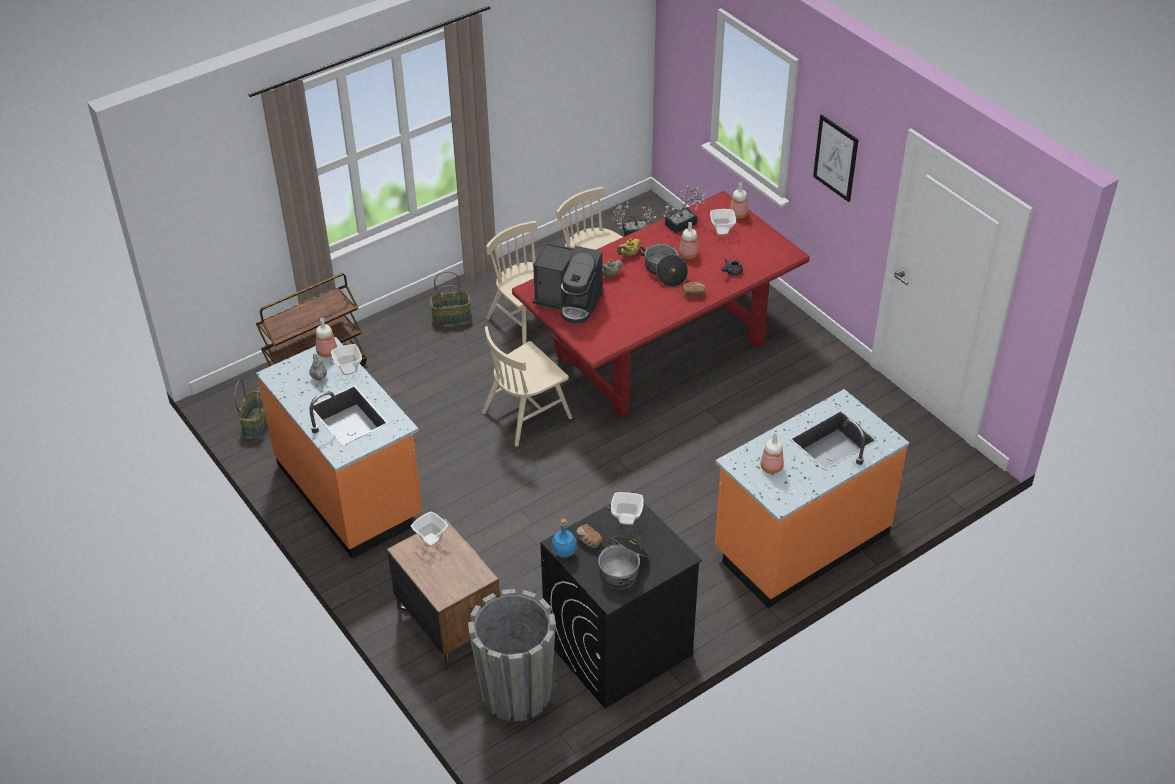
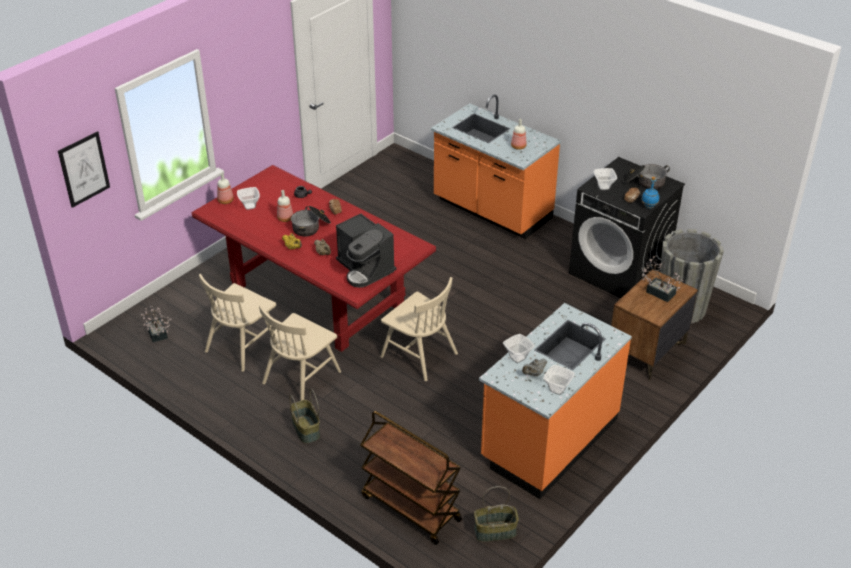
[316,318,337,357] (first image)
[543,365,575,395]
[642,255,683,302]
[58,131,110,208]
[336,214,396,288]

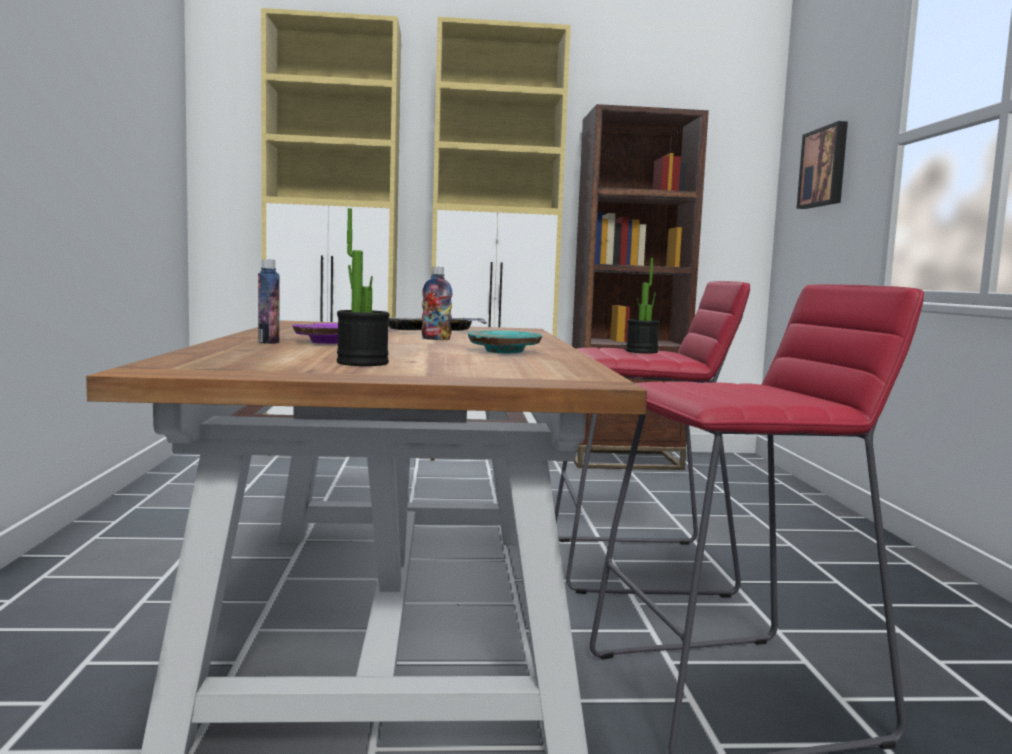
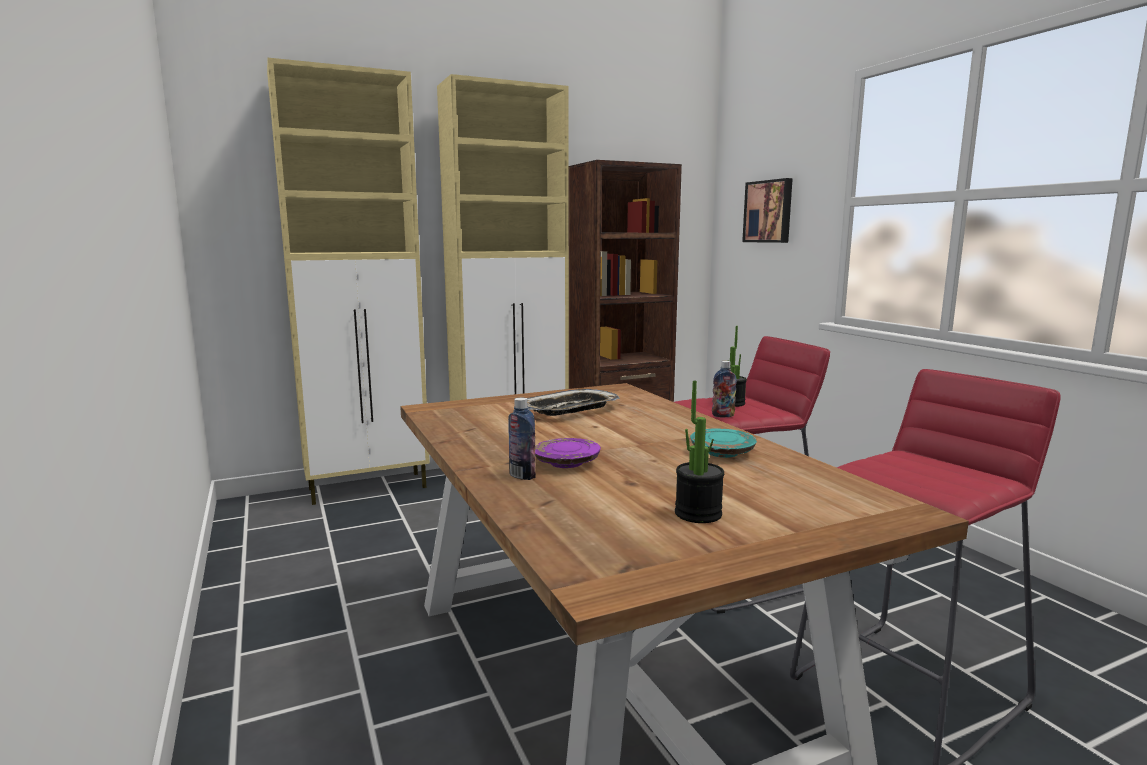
[712,361,737,417]

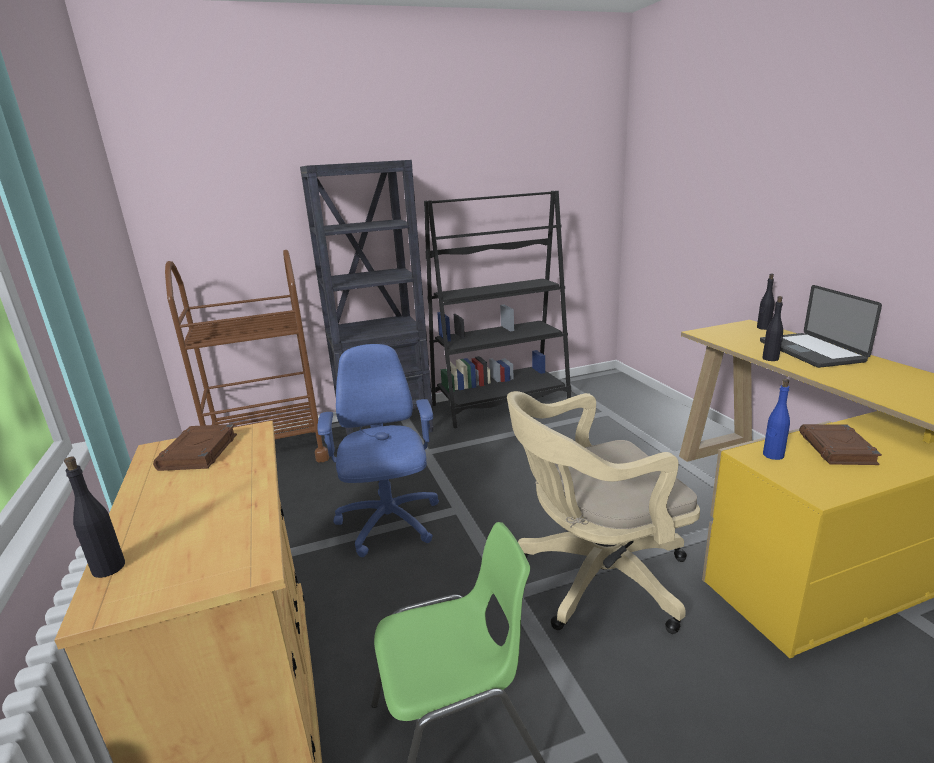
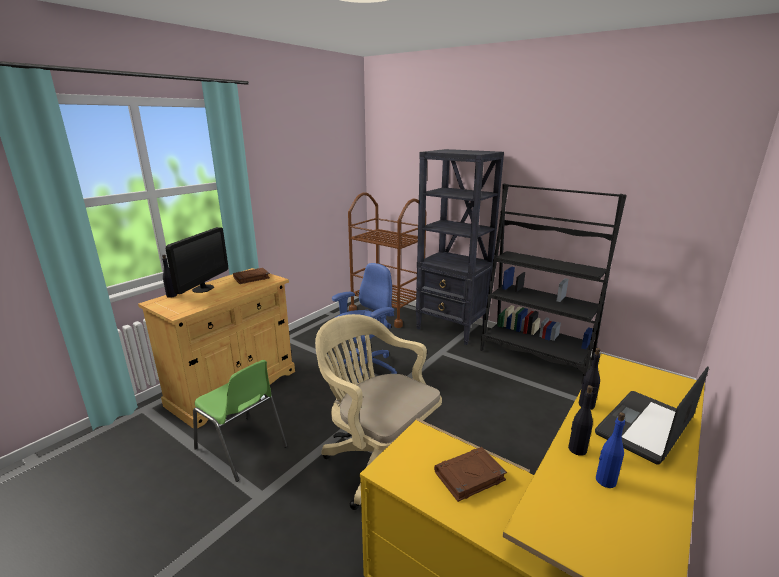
[166,227,228,294]
[568,385,593,456]
[596,412,625,488]

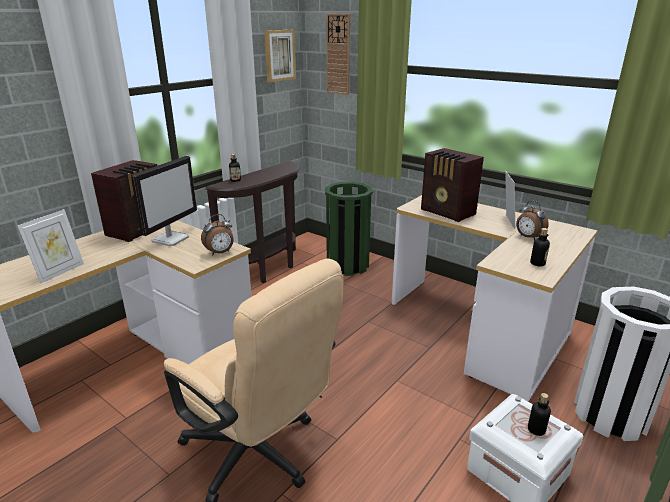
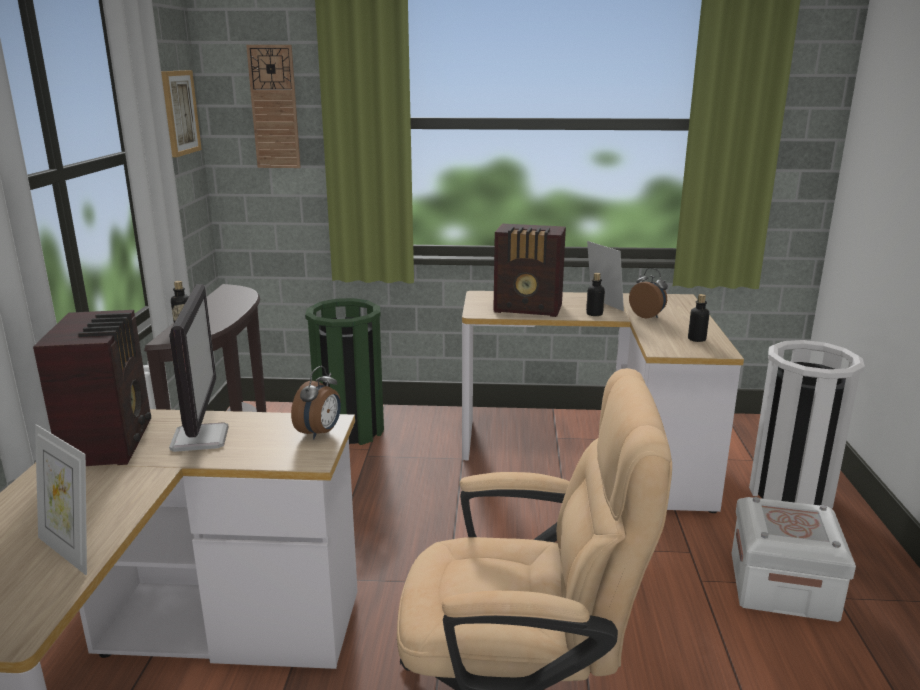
[586,273,605,316]
[35,424,87,575]
[629,268,668,318]

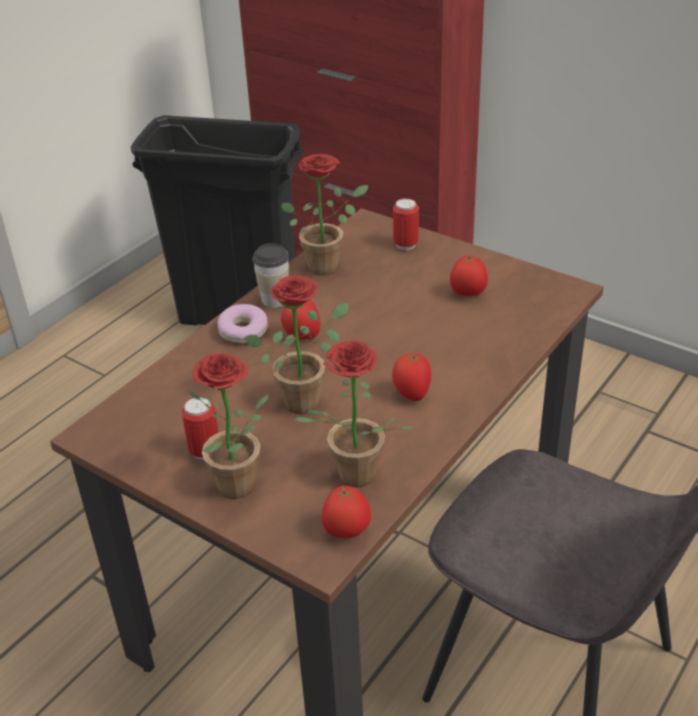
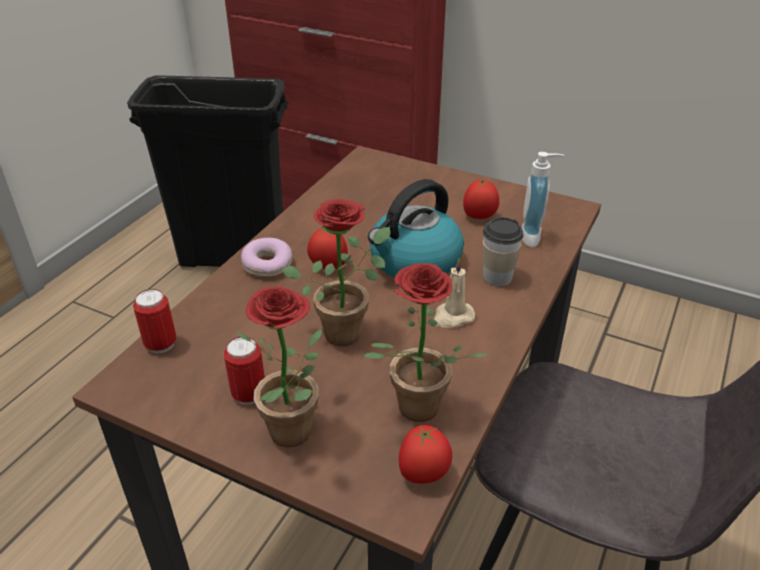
[281,154,369,276] (first image)
[368,179,464,278]
[522,152,564,247]
[483,217,523,286]
[133,289,176,353]
[434,258,475,328]

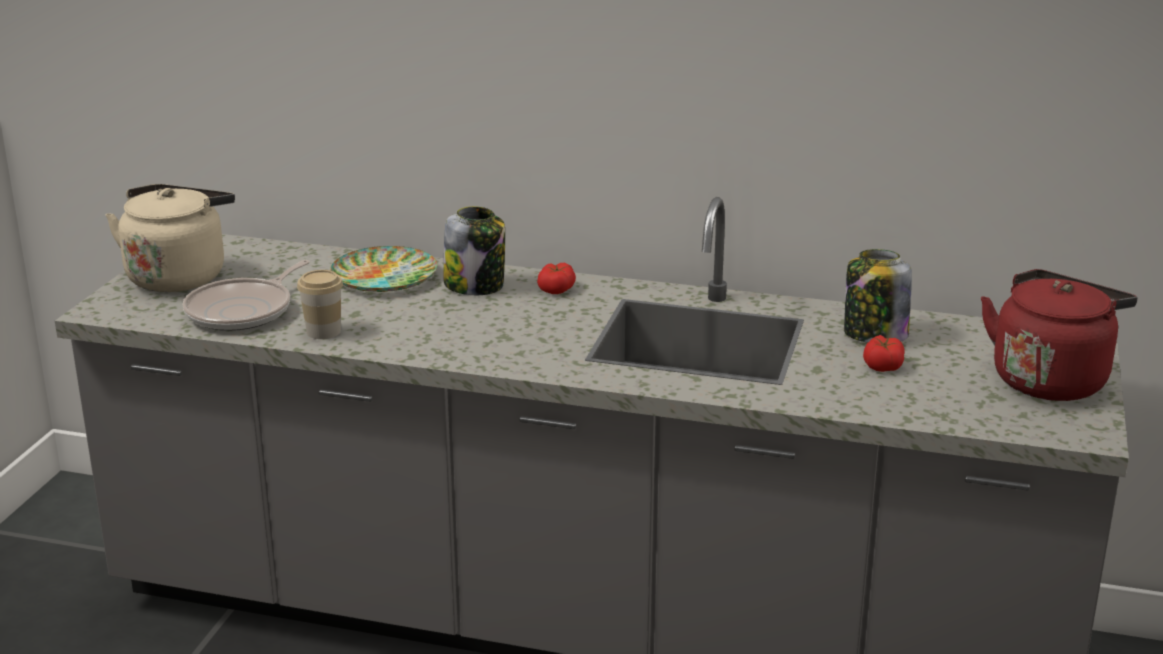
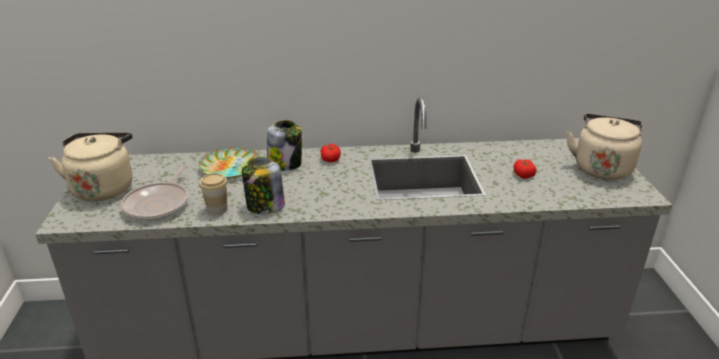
[242,157,285,214]
[567,114,643,180]

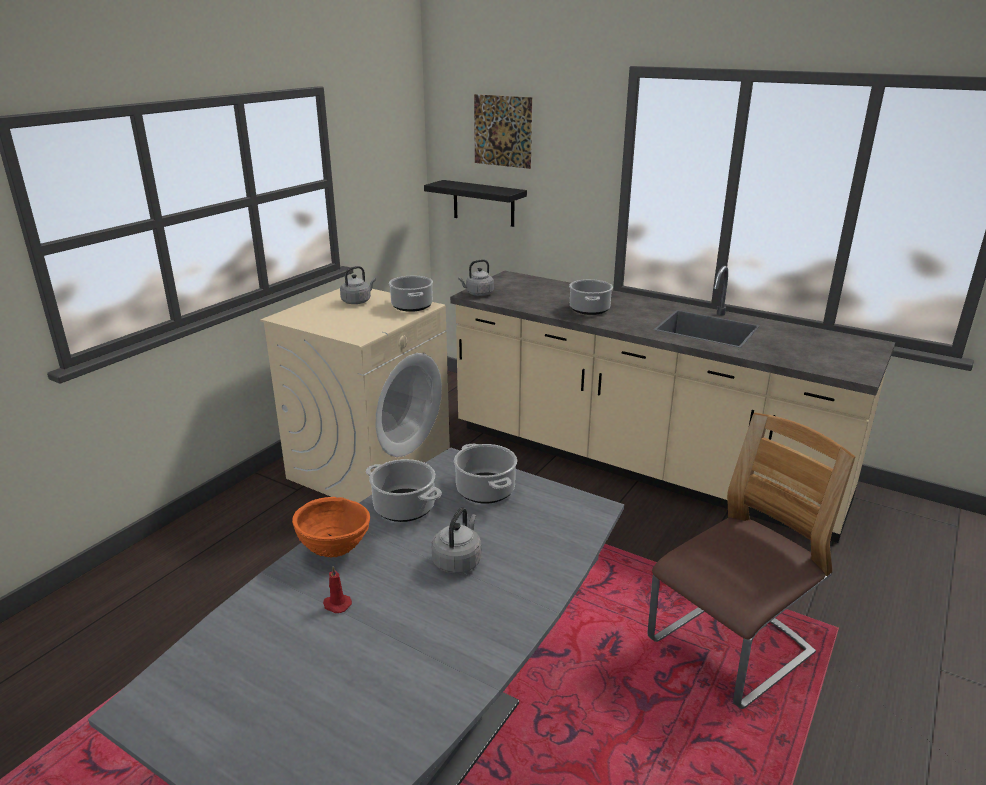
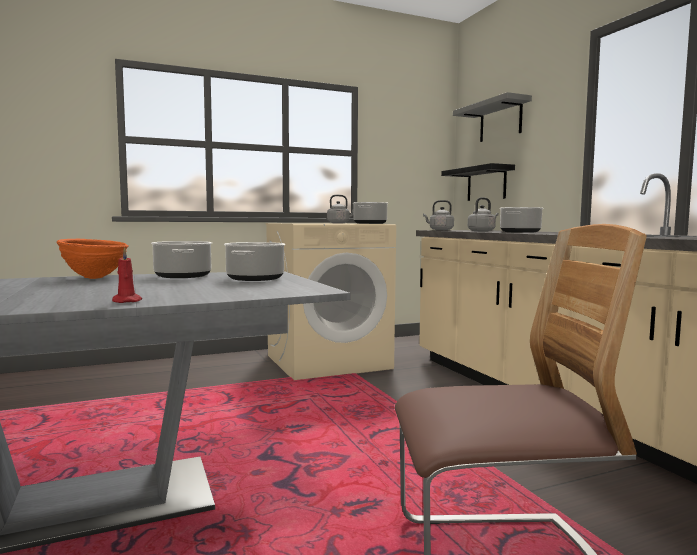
[112,247,142,303]
[468,197,499,232]
[453,92,532,142]

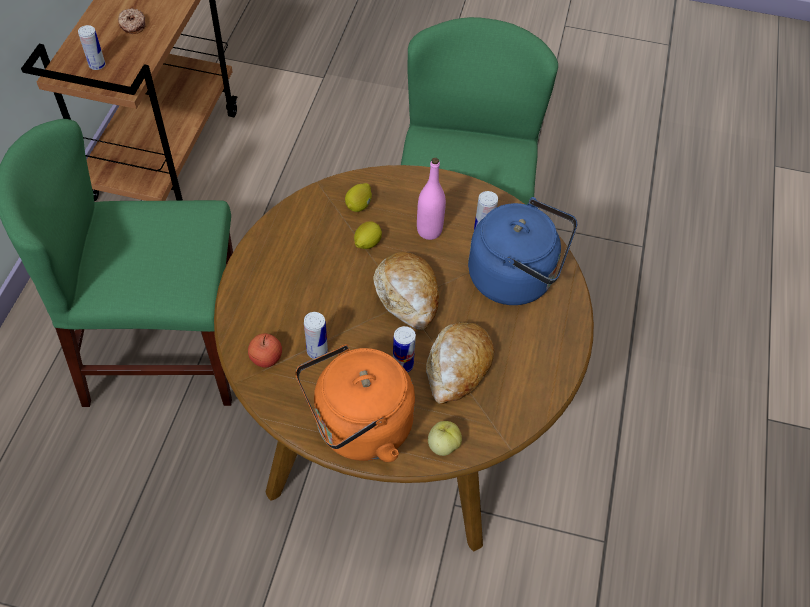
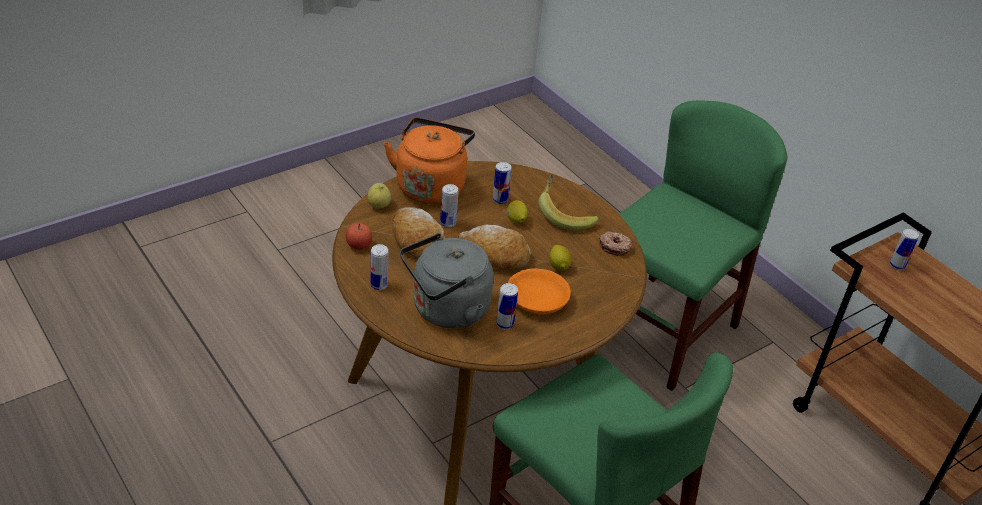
[370,244,389,290]
[539,175,599,231]
[599,232,633,256]
[346,223,372,250]
[507,200,528,223]
[508,268,571,314]
[400,233,494,328]

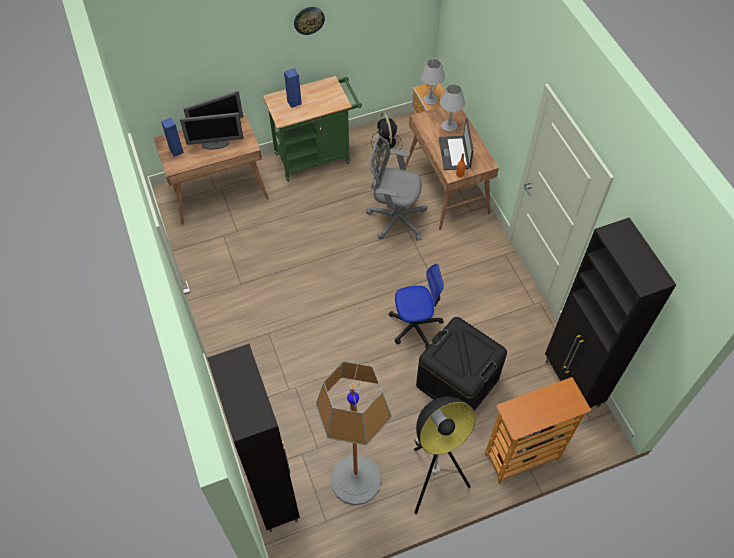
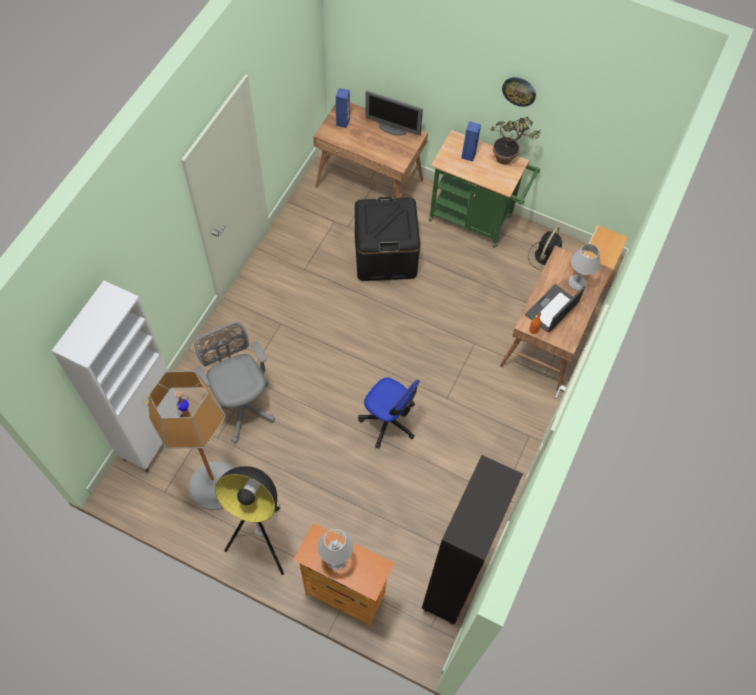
[180,113,243,149] (first image)
[491,117,542,165]
[194,321,275,444]
[355,197,420,281]
[317,529,354,570]
[52,281,183,472]

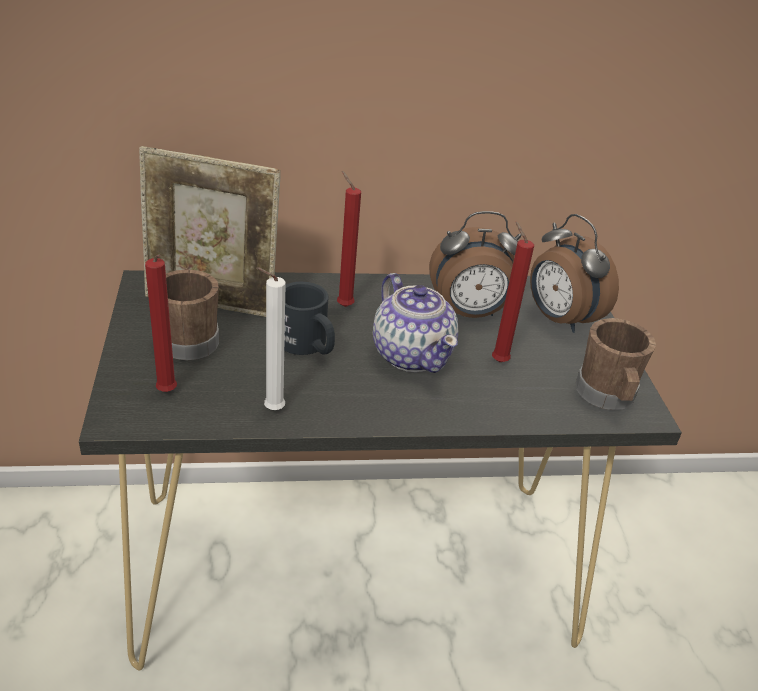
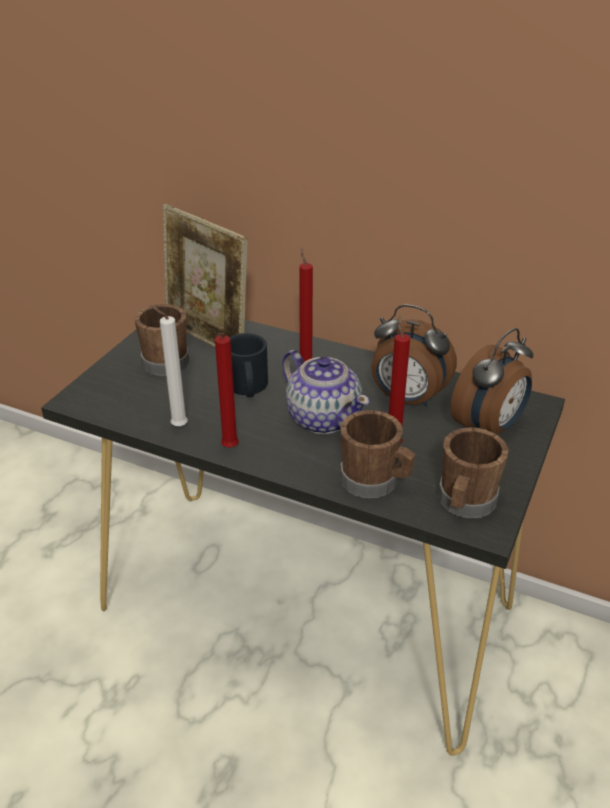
[340,410,416,498]
[215,333,239,448]
[282,350,370,434]
[451,328,534,434]

